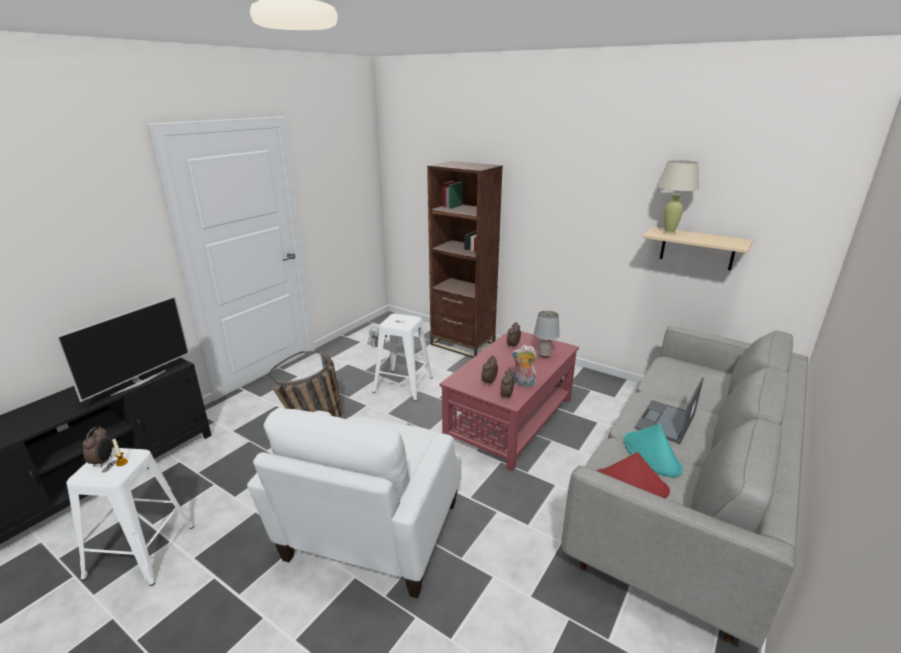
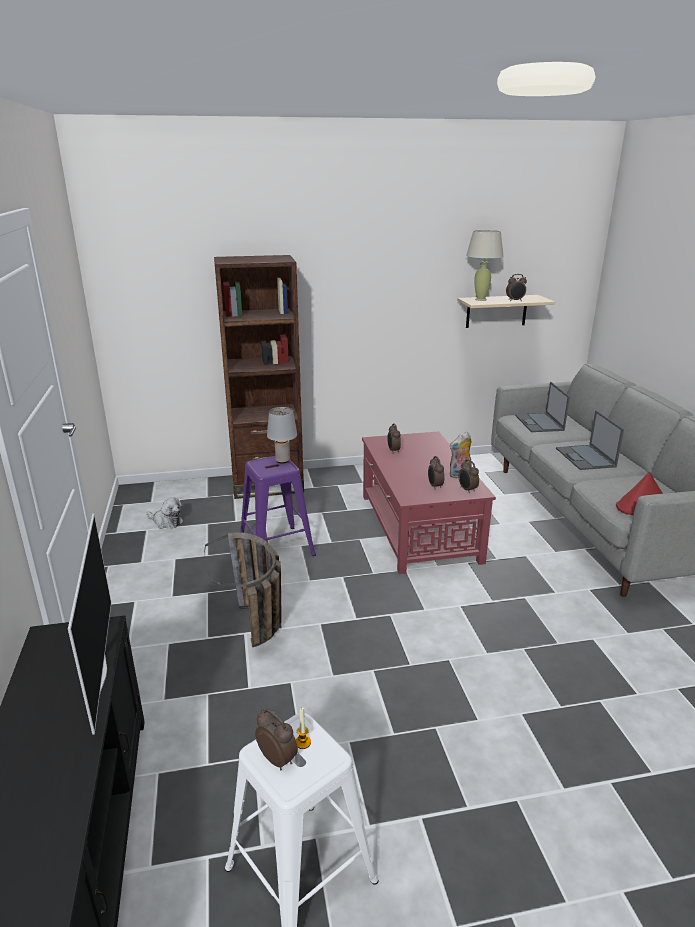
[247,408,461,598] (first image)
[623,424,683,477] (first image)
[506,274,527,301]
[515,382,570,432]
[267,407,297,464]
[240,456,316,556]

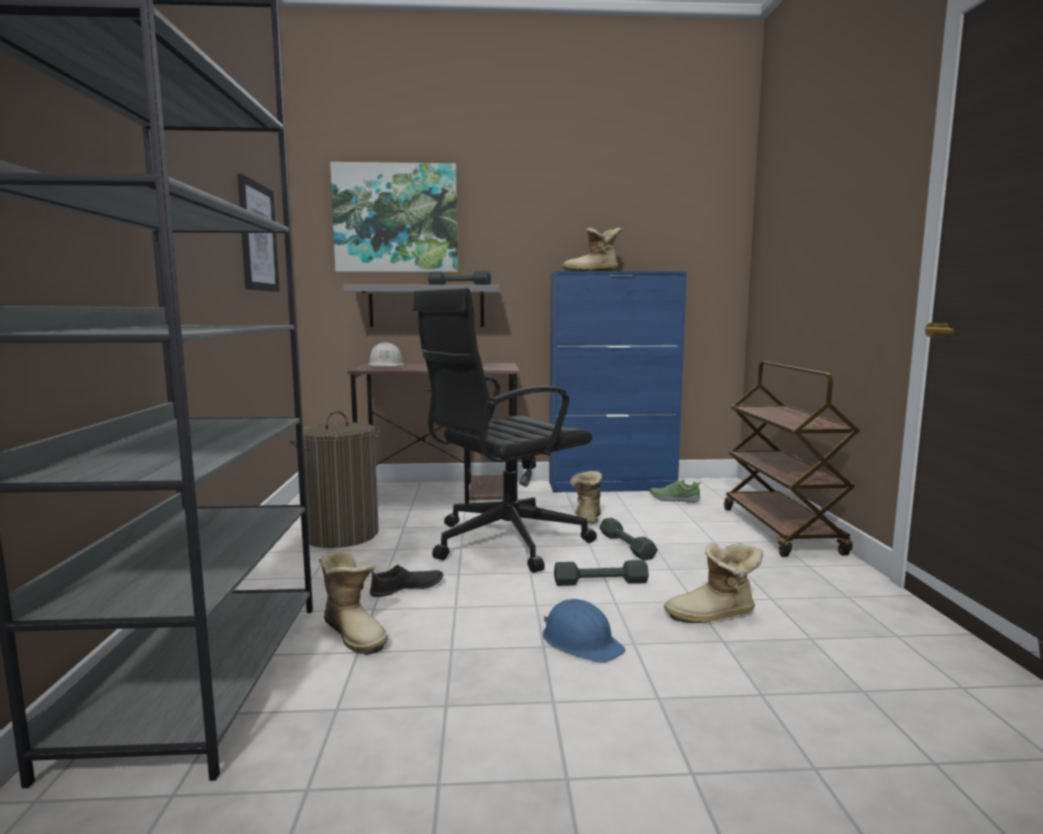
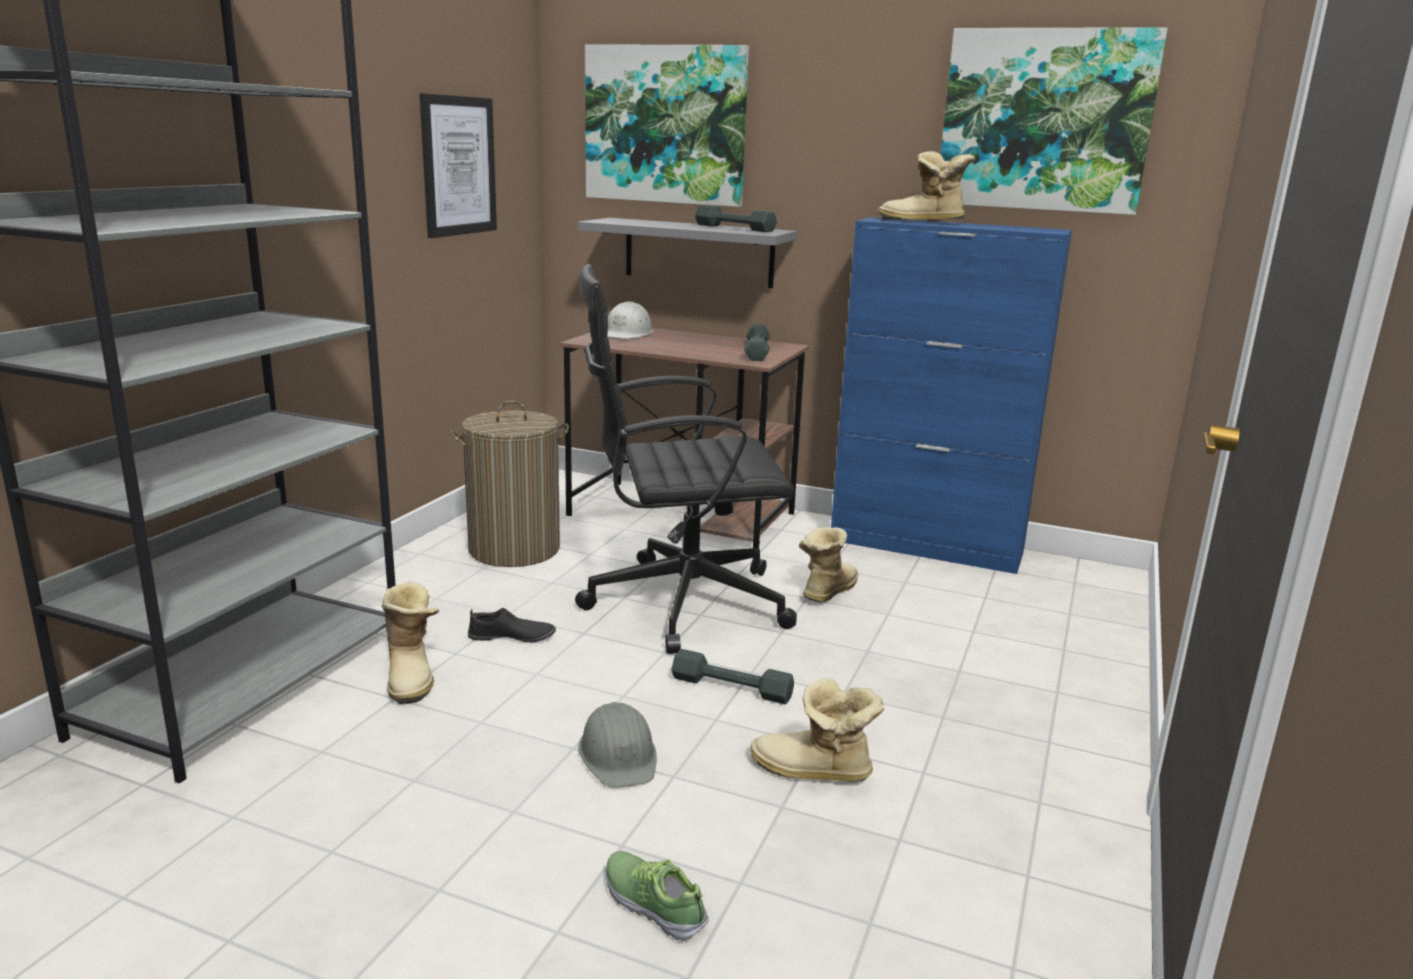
[724,361,860,557] (first image)
[941,27,1168,215]
[744,324,770,361]
[606,851,709,941]
[578,702,657,788]

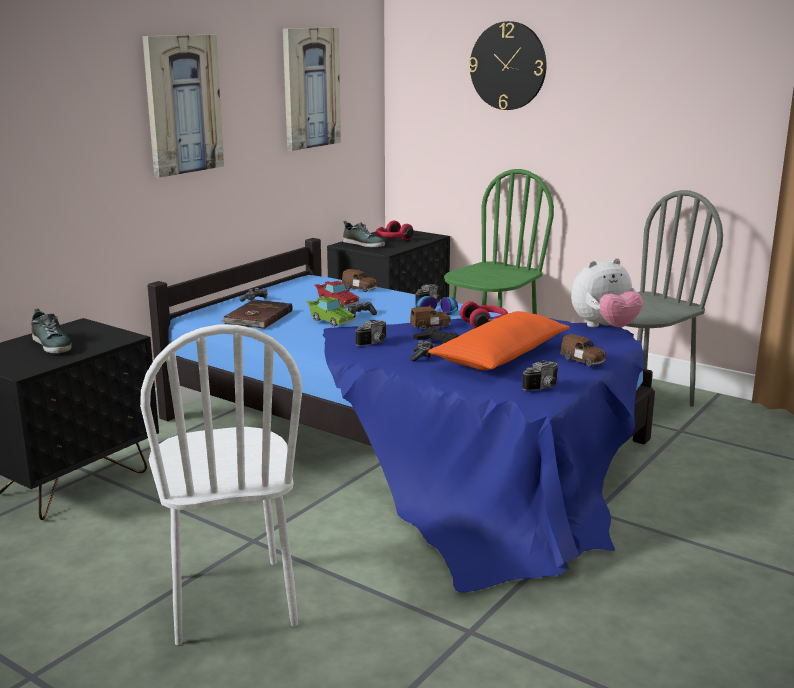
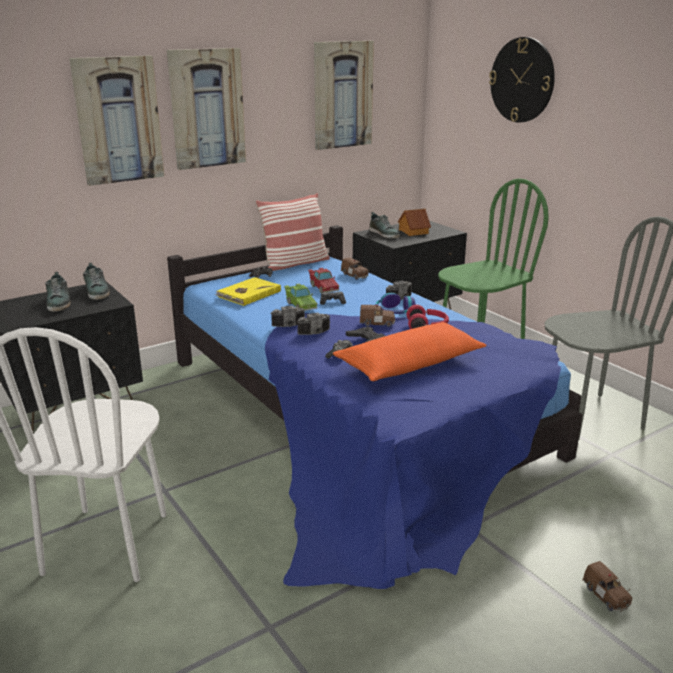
[571,258,643,327] (first image)
[69,56,164,186]
[83,263,110,300]
[256,193,330,271]
[270,306,305,327]
[582,561,632,612]
[398,209,431,236]
[215,277,281,306]

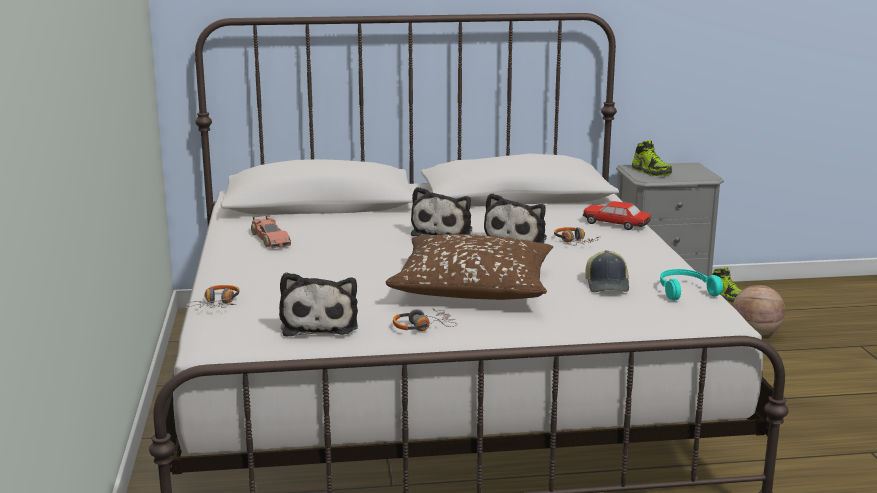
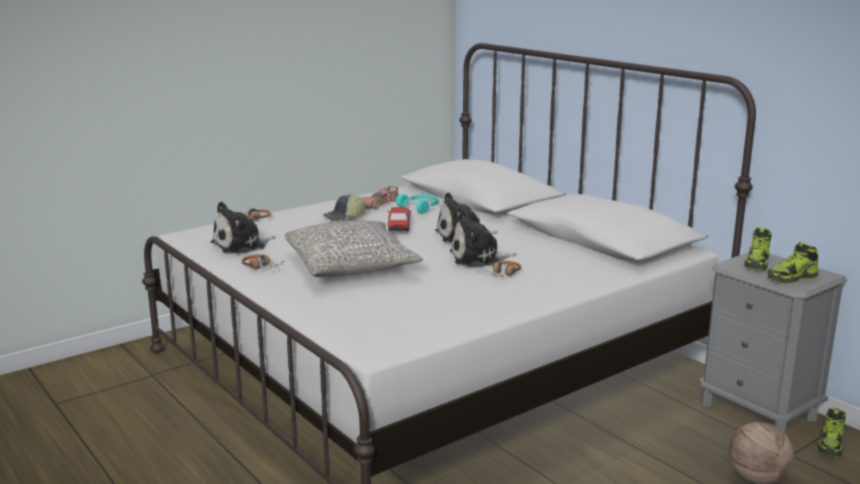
[767,242,819,284]
[388,207,412,231]
[323,194,366,221]
[396,194,438,214]
[285,220,423,277]

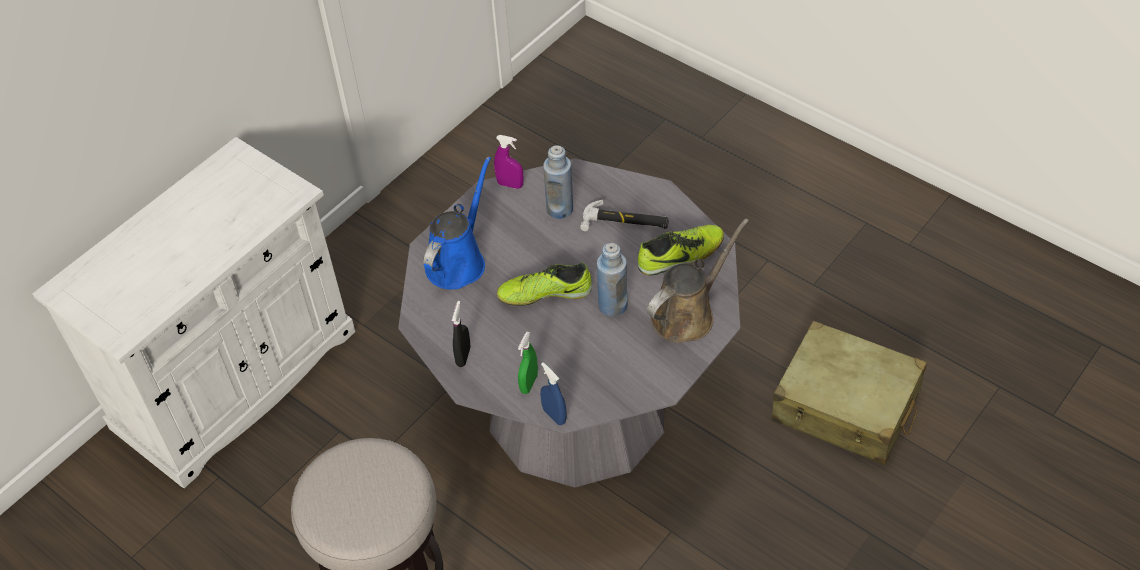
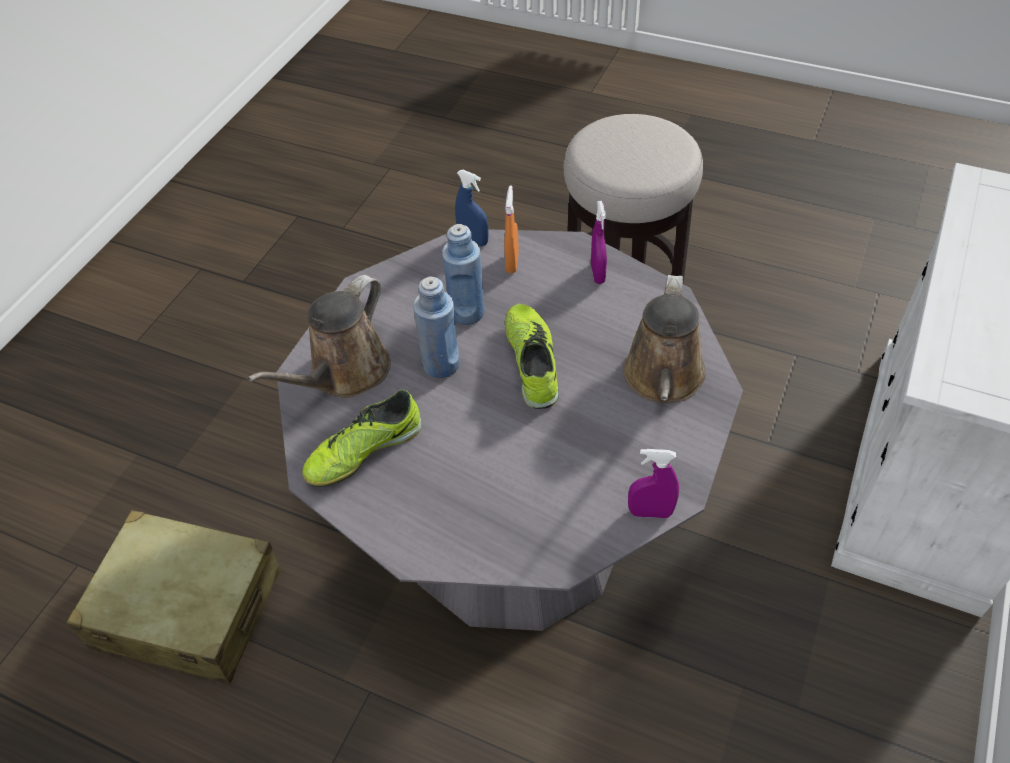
[580,200,669,231] (first image)
[442,224,485,325]
[623,275,706,403]
[591,201,607,284]
[505,185,519,273]
[505,304,559,409]

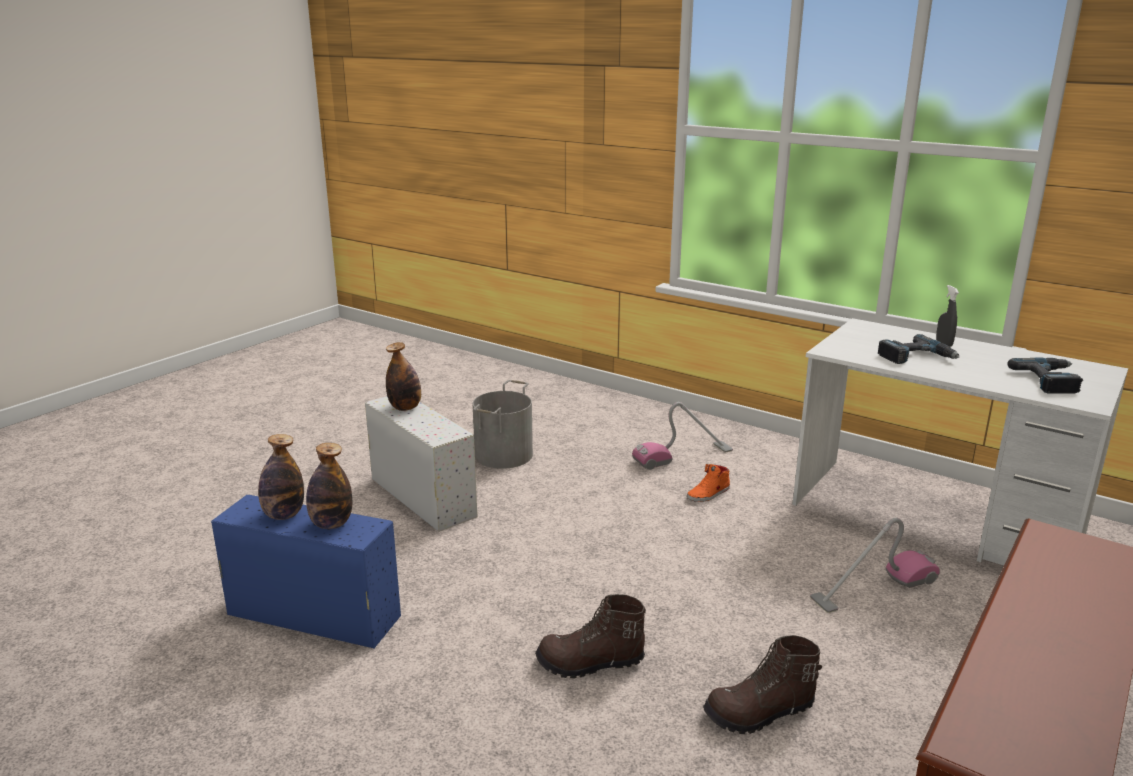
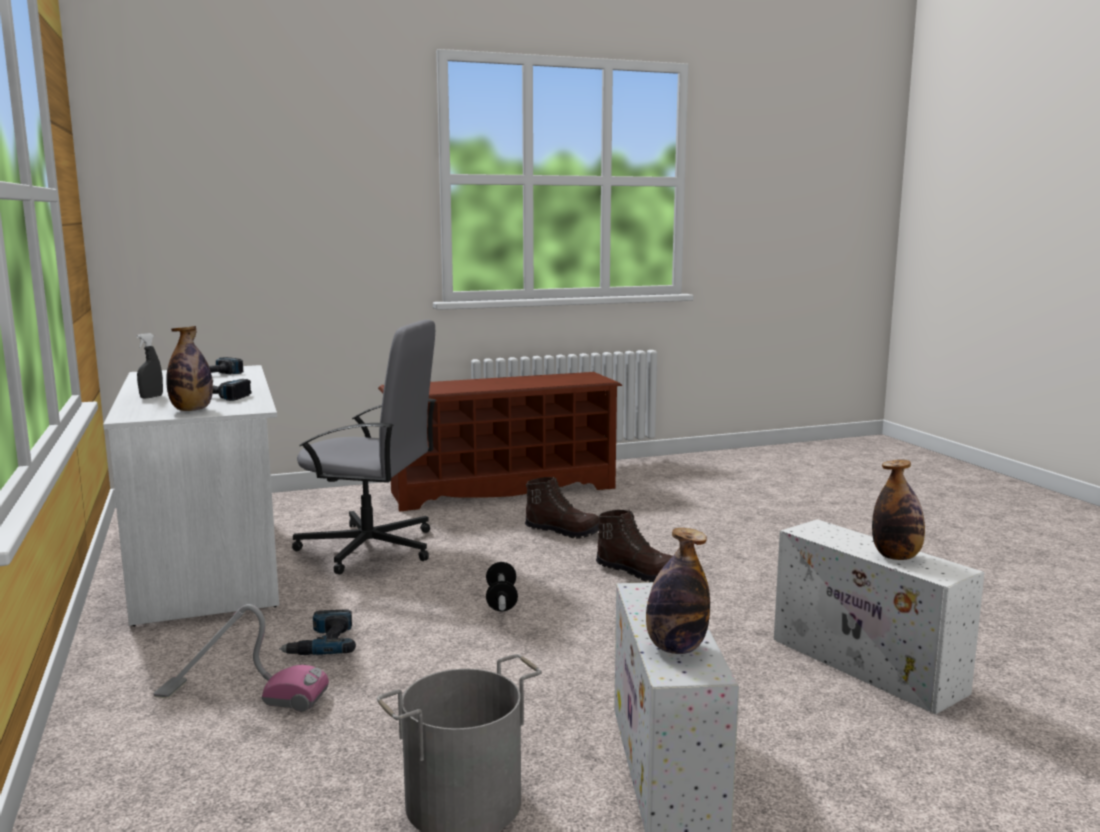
[486,562,518,612]
[166,326,213,411]
[279,609,356,655]
[292,319,436,574]
[774,519,984,714]

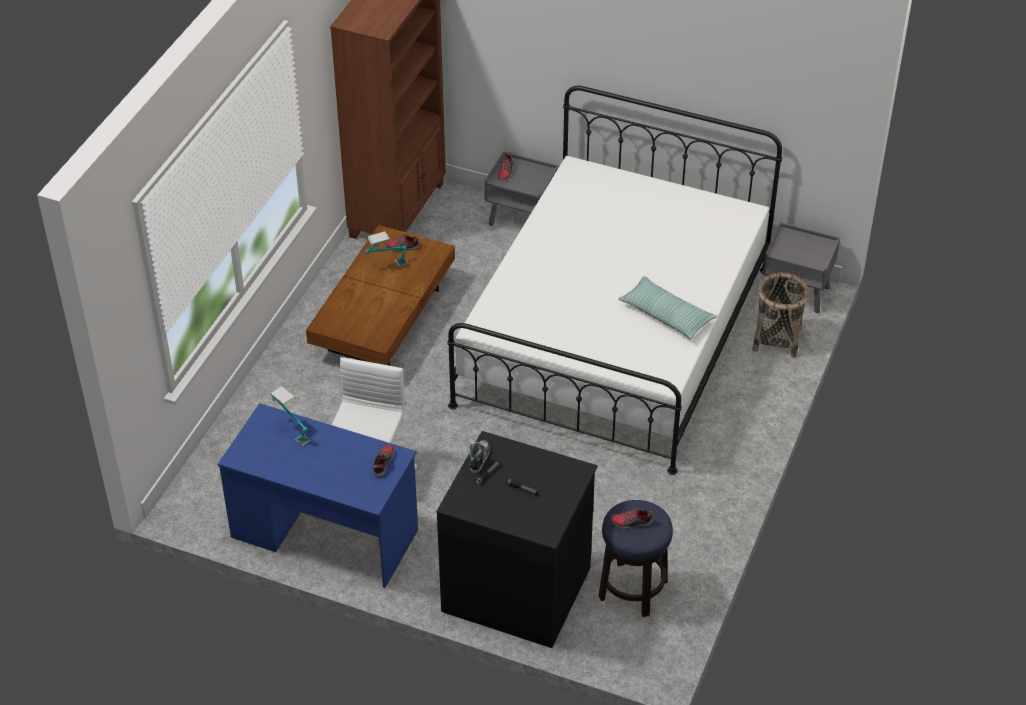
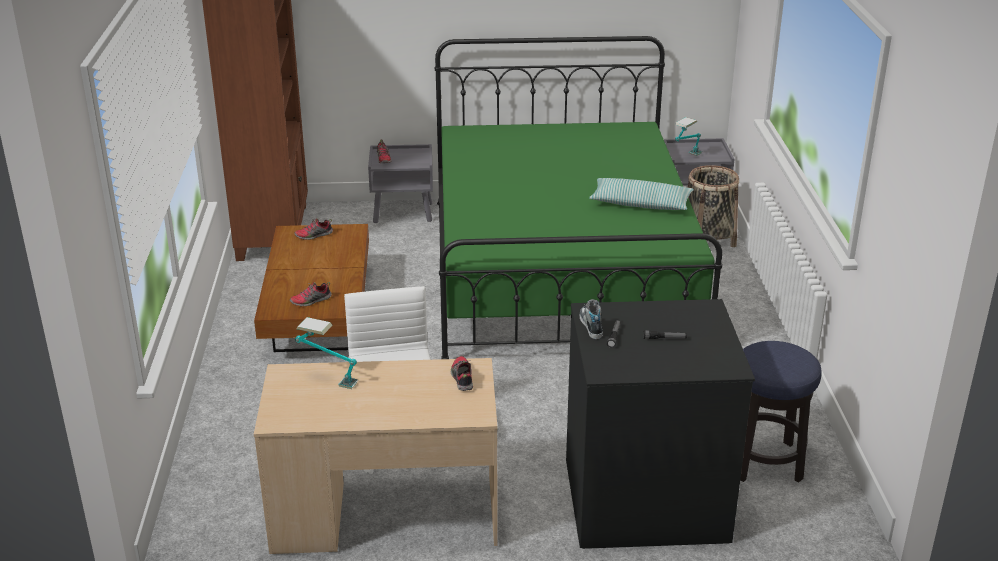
[675,117,702,156]
[290,282,332,307]
[254,358,497,554]
[435,36,722,359]

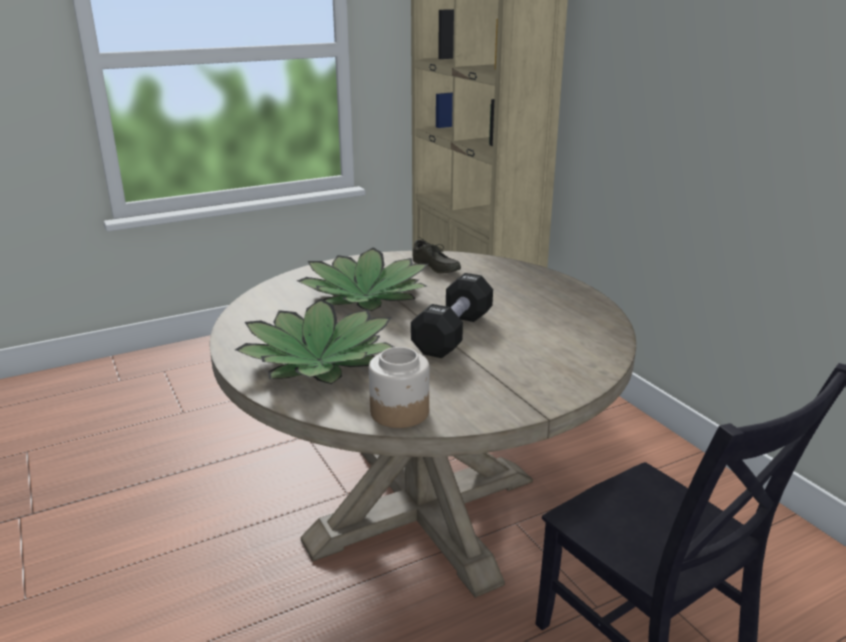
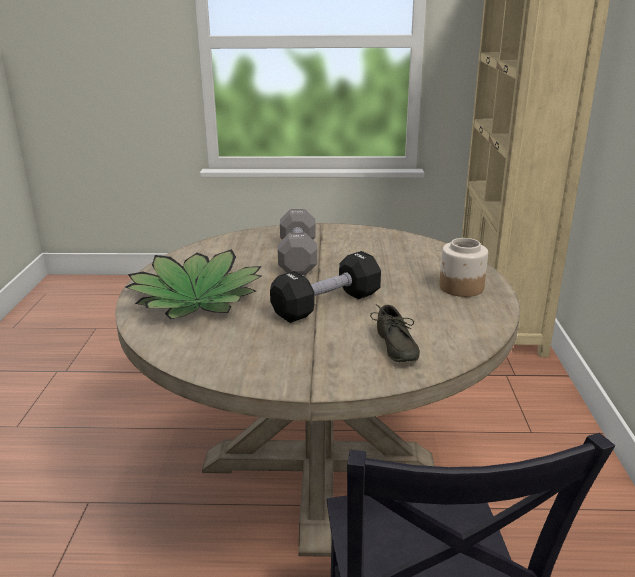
[439,238,488,297]
[370,304,420,362]
[278,209,317,275]

